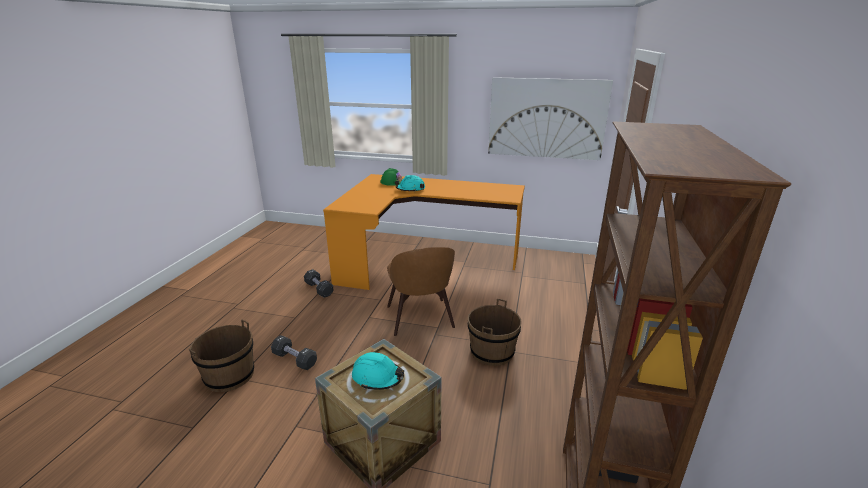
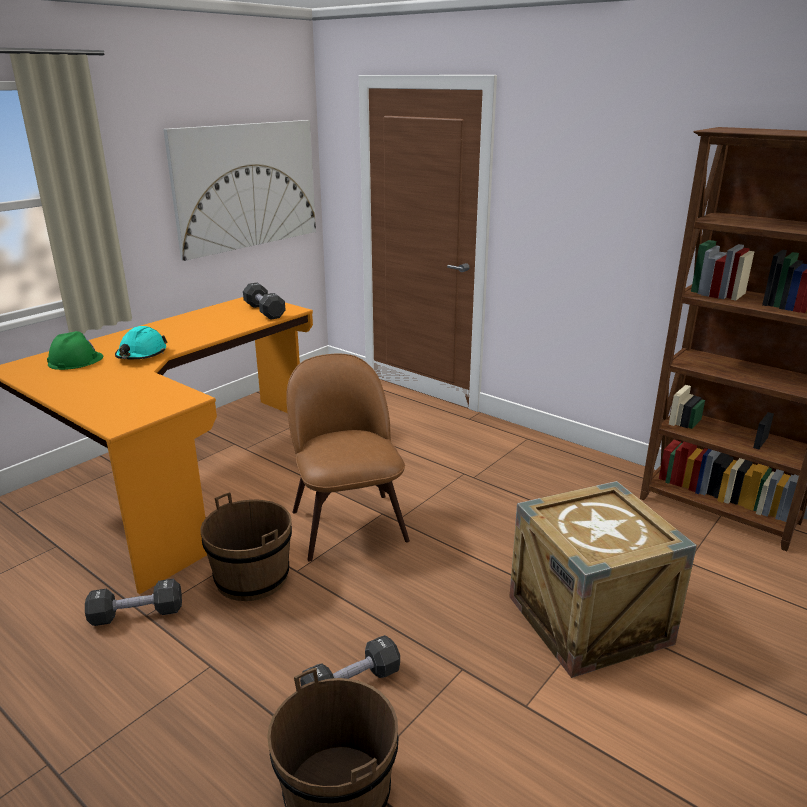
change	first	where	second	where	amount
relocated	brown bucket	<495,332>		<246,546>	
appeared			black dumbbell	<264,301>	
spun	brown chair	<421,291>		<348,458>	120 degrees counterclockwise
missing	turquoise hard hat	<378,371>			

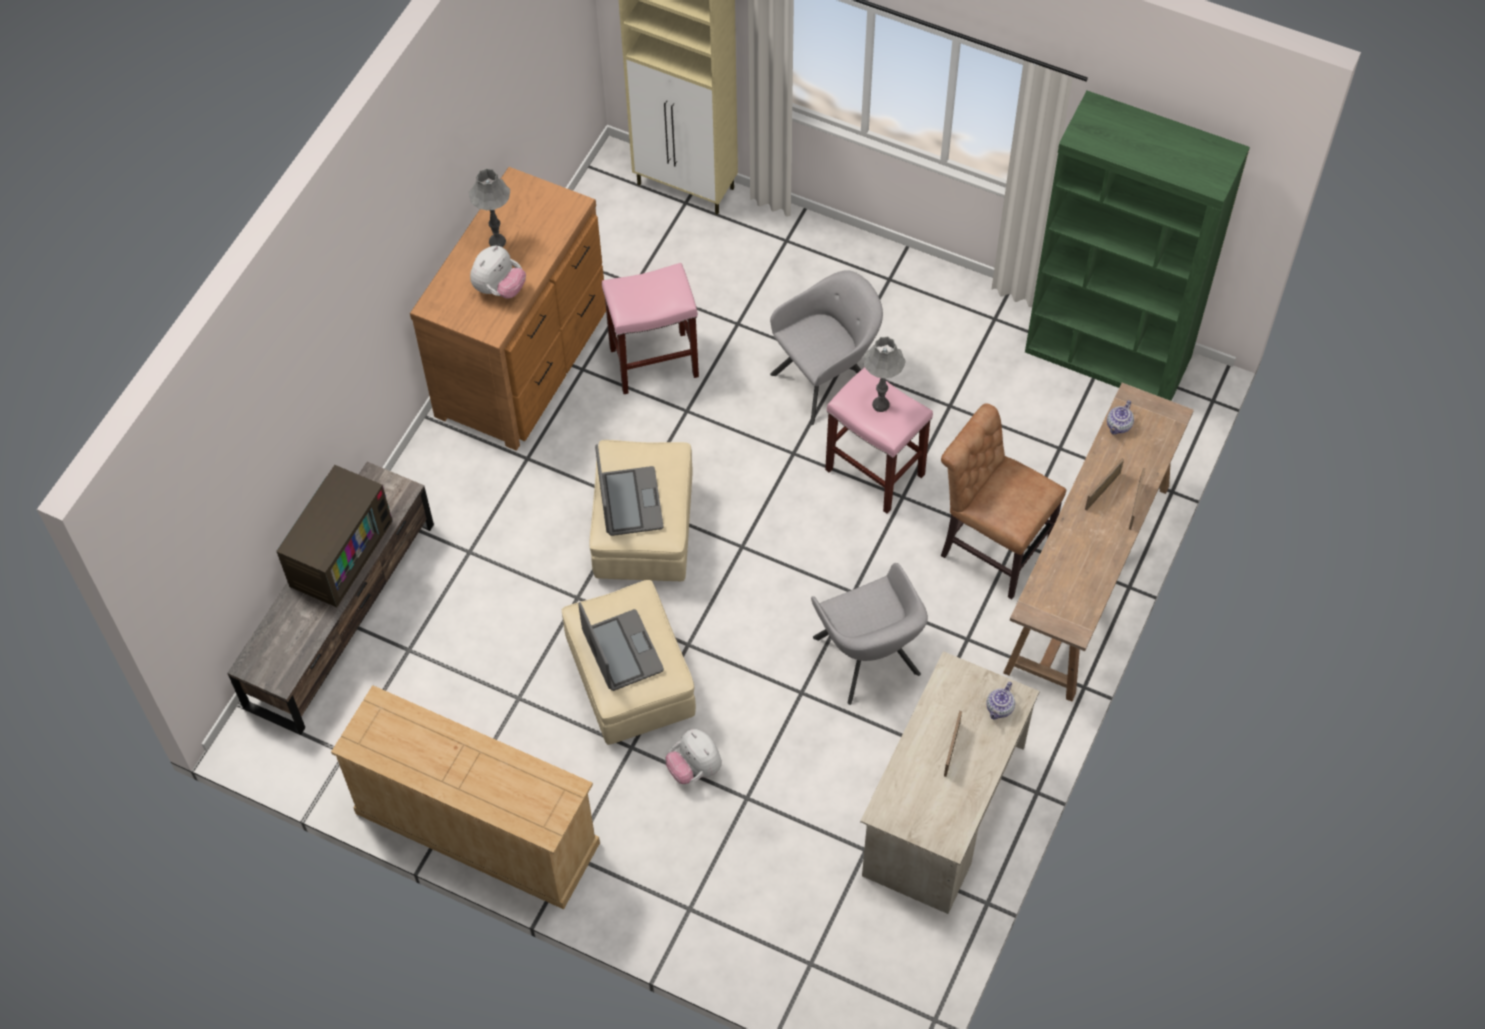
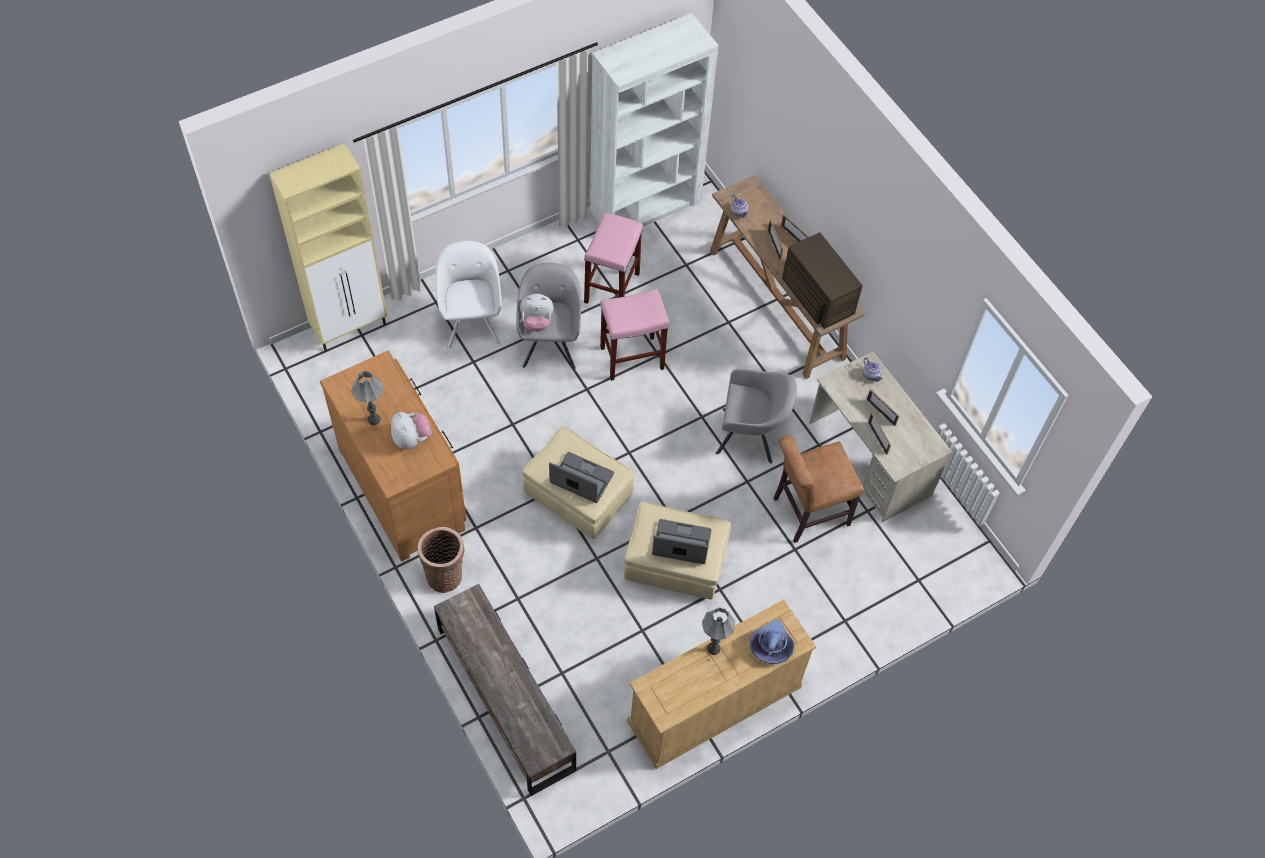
change	first	where	second	where	amount
appeared			basket	<441,560>	
appeared			white armchair	<469,295>	
relocated	plush toy	<694,756>		<537,313>	
relocated	pink stool	<650,328>		<613,258>	
colour	green bookcase	<1137,246>	white bookcase	<654,120>	
relocated	grey table lamp	<885,374>		<718,631>	
appeared			purple hat	<772,641>	
relocated	brown chair	<1003,501>		<819,489>	
relocated	television	<334,536>		<822,280>	
appeared			picture frame	<879,433>	

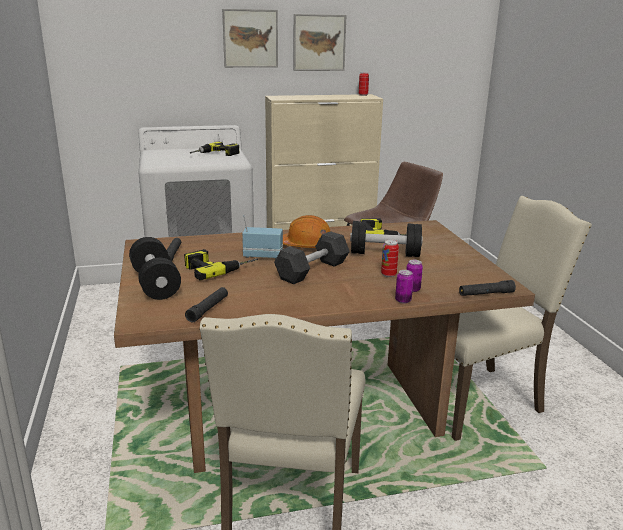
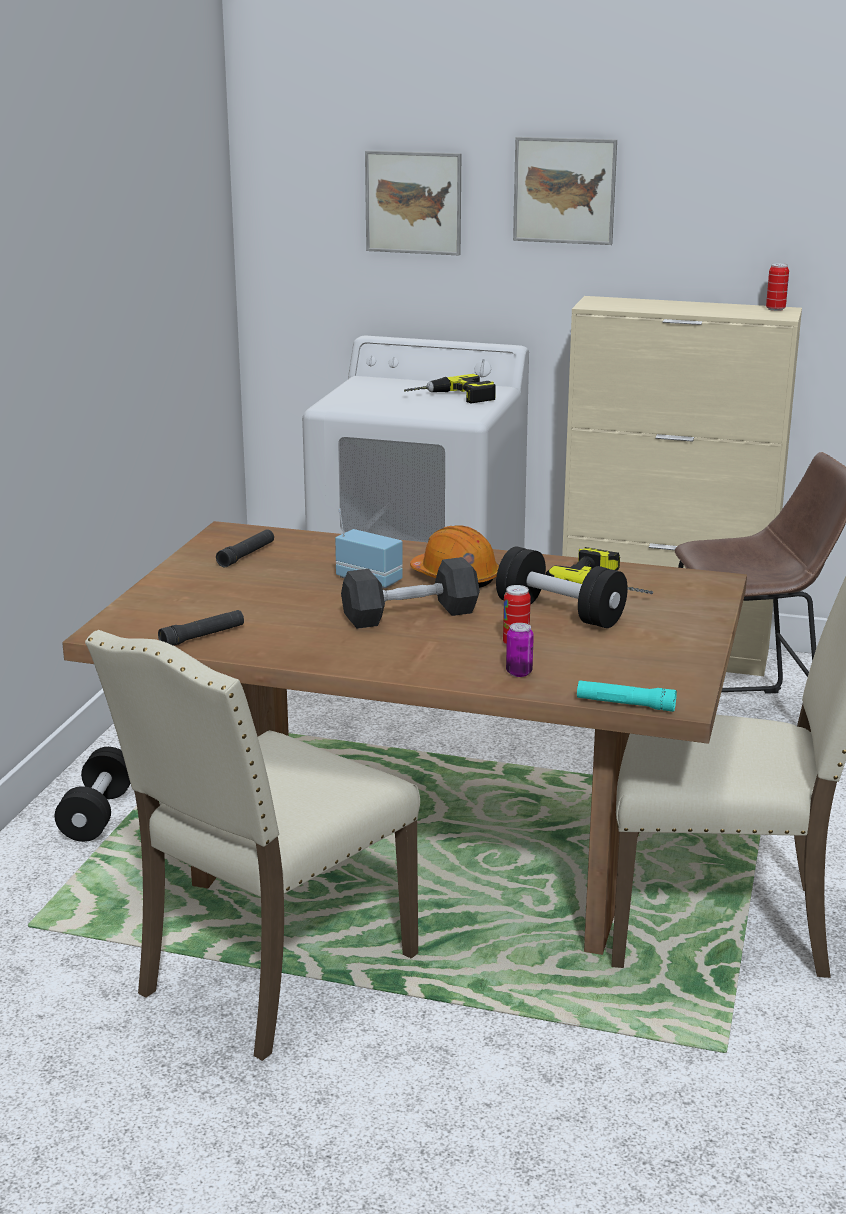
change	first	where	second	where	amount
relocated	black dumbbell	<155,268>		<92,794>	
relocated	picture	<319,42>		<413,202>	
colour	black flashlight	<487,288>	turquoise flashlight	<627,696>	
missing	power drill	<221,265>			
missing	can	<404,287>			

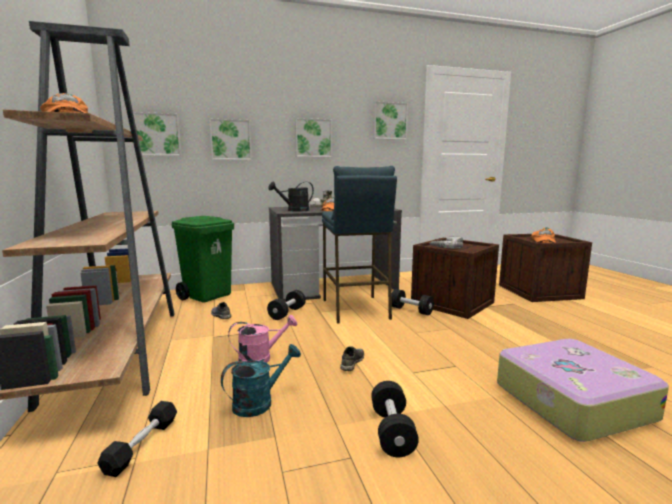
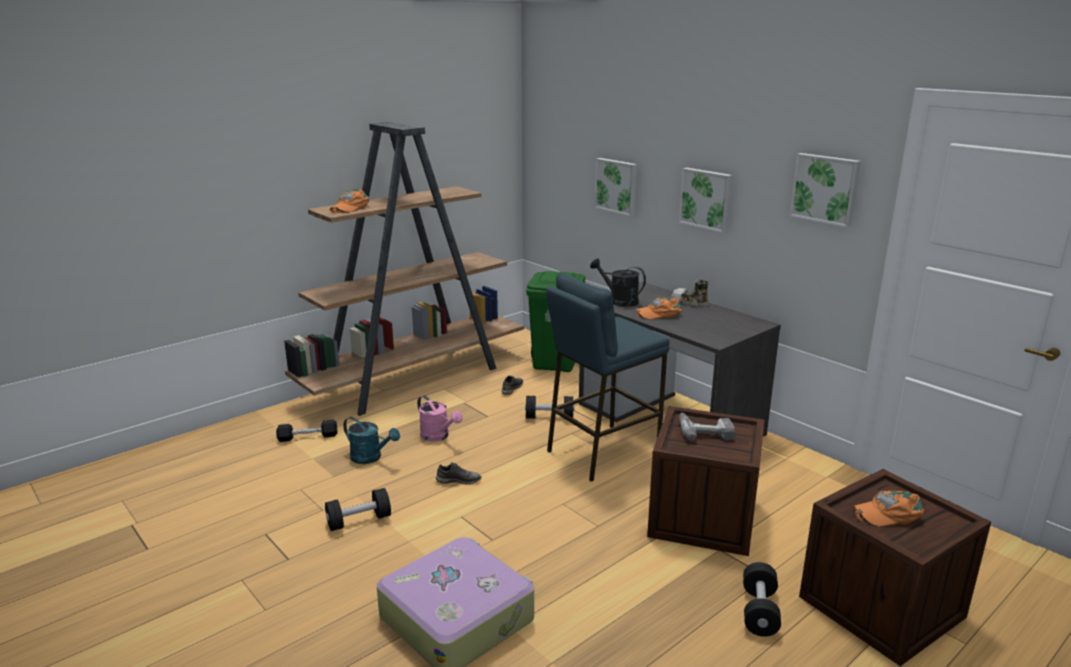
change	first	where	second	where	amount
relocated	black dumbbell	<413,302>		<762,599>	
missing	picture	<157,134>			

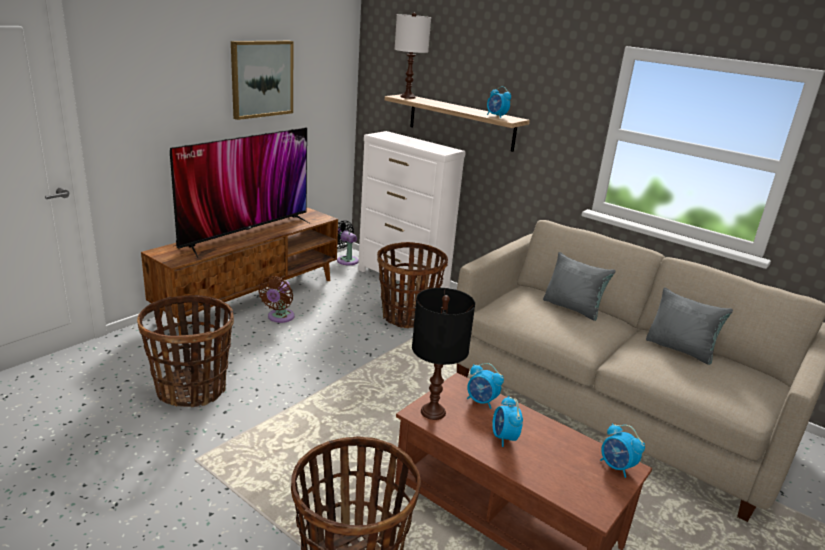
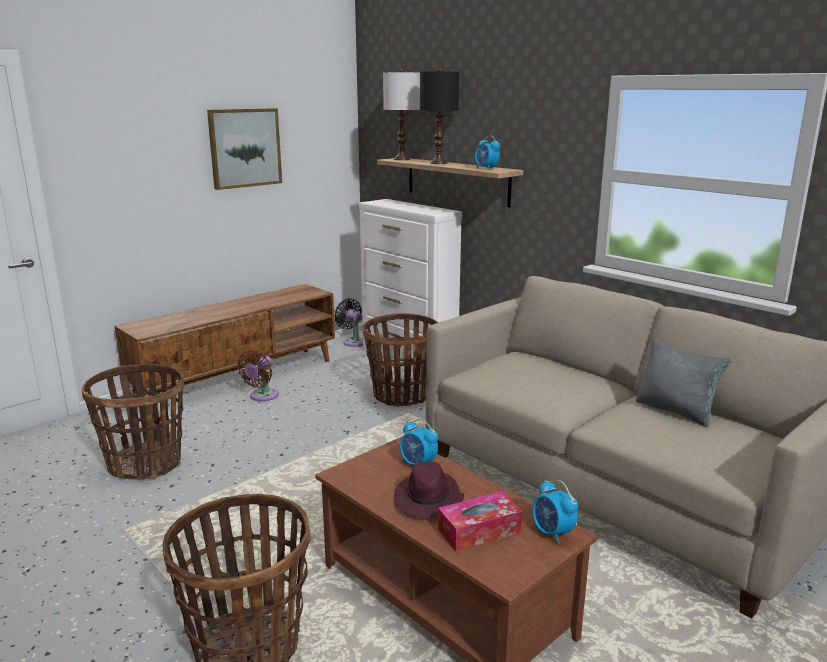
change	first	where	second	where	amount
exchanged	alarm clock	<507,421>	purple hat	<429,489>	
relocated	black table lamp	<443,354>		<439,116>	
appeared			tissue box	<480,521>	
missing	television	<240,192>			
missing	grey pillow	<579,286>			

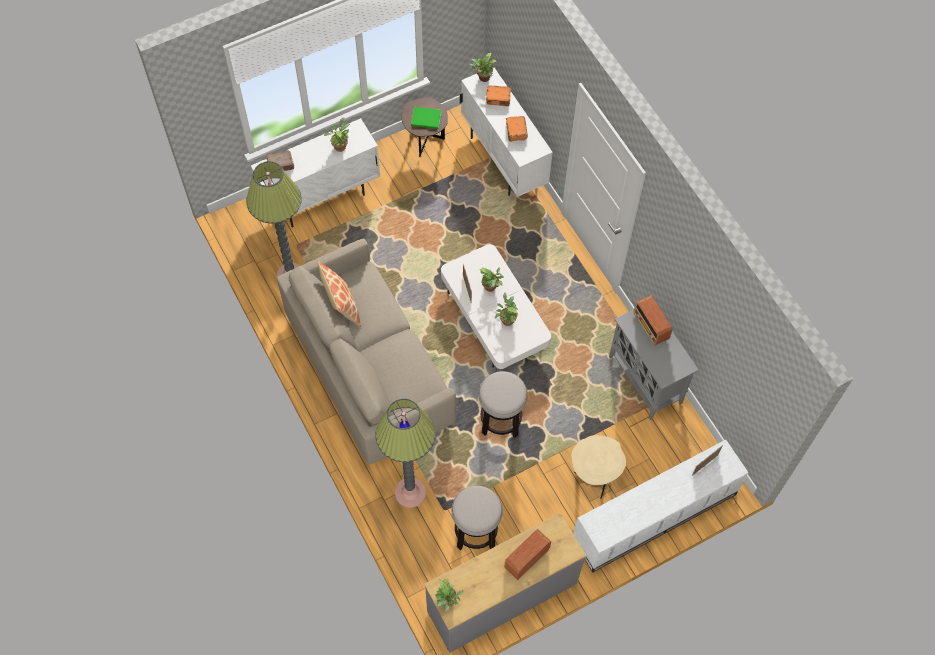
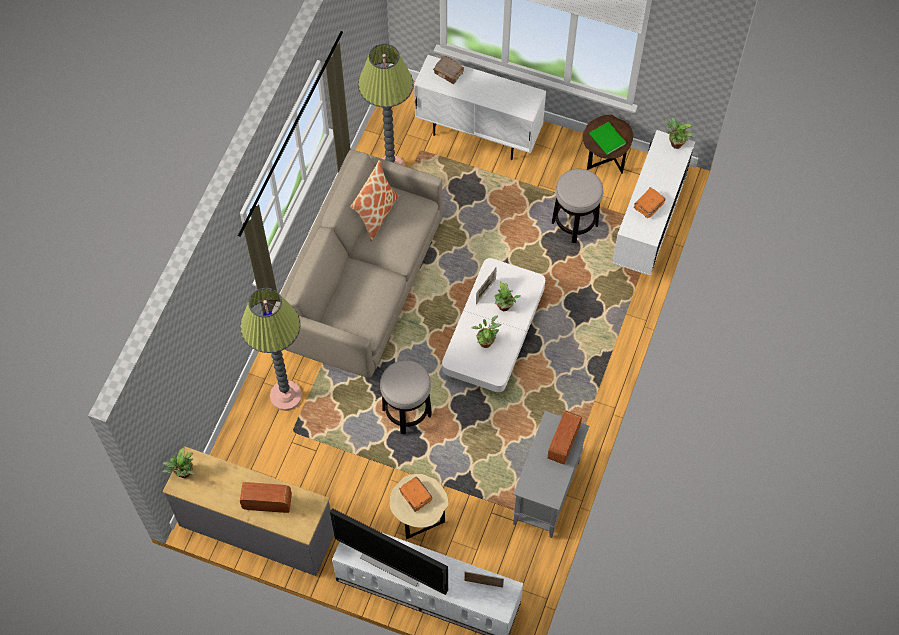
change	first	where	second	where	amount
appeared			television	<389,551>	
relocated	orange book	<498,95>		<415,494>	
relocated	stool	<477,517>		<577,206>	
missing	potted plant	<337,134>			

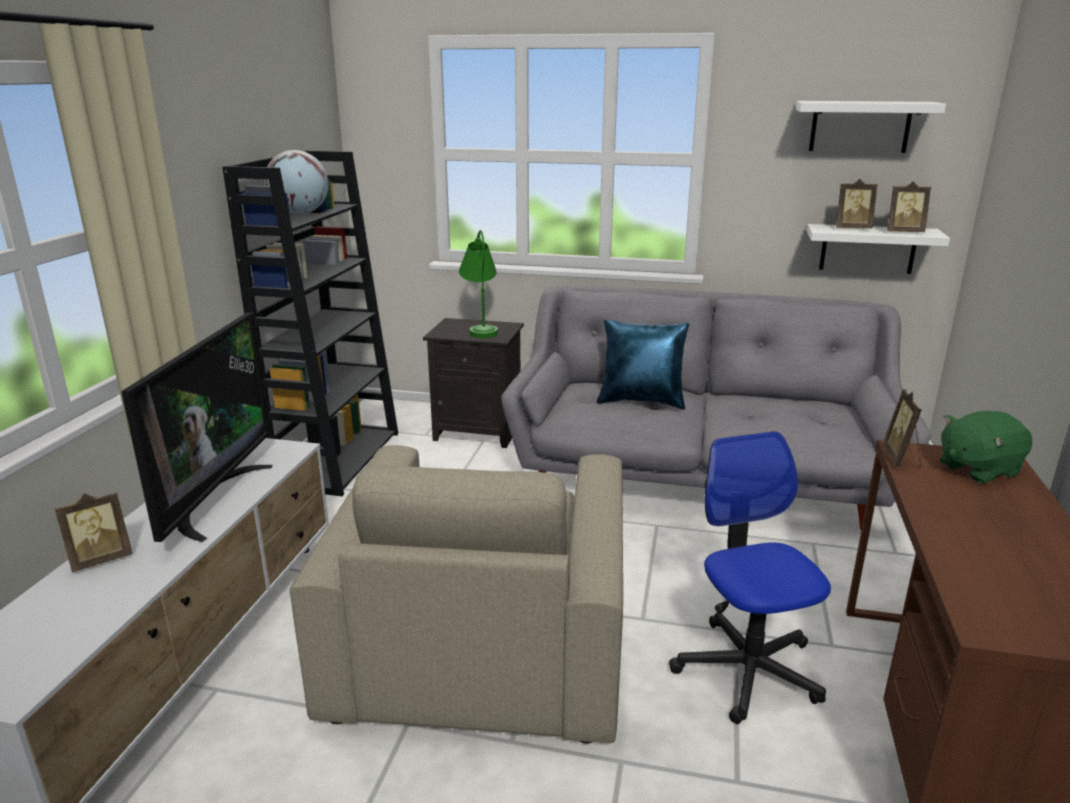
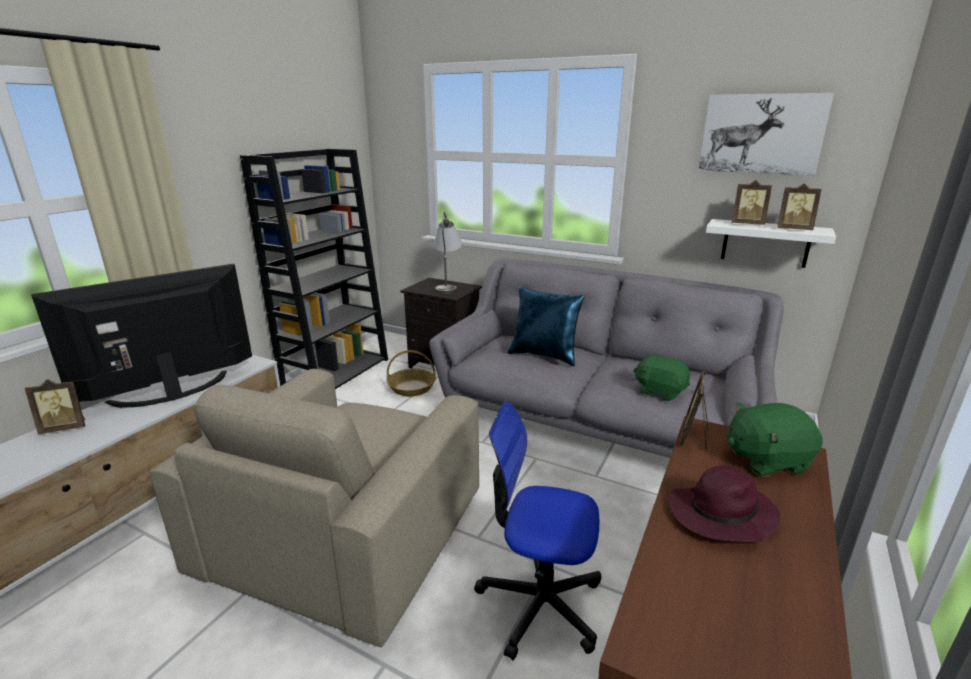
change	first	where	second	where	amount
spun	television	<196,427>		<141,335>	150 degrees counterclockwise
appeared			basket	<411,373>	
colour	green table lamp	<478,284>	grey table lamp	<448,253>	
spun	office chair	<750,577>		<538,530>	75 degrees counterclockwise
appeared			green plush toy	<662,377>	
appeared			purple hat	<724,504>	
exchanged	white shelf	<871,127>	picture	<766,134>	
missing	globe	<296,182>			

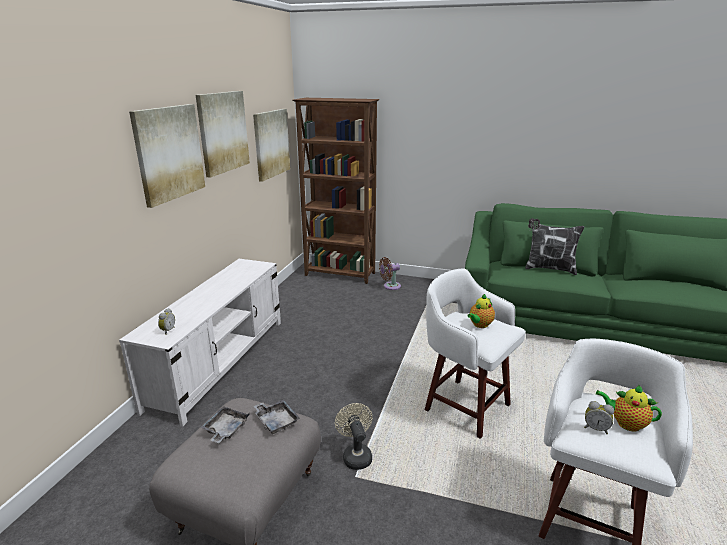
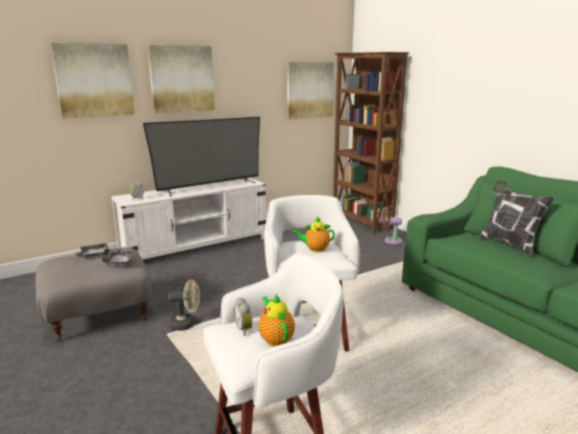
change	first	where	second	where	amount
relocated	picture	<223,134>		<92,81>	
appeared			television	<201,157>	
spun	beige fan	<354,436>		<184,305>	60 degrees clockwise

